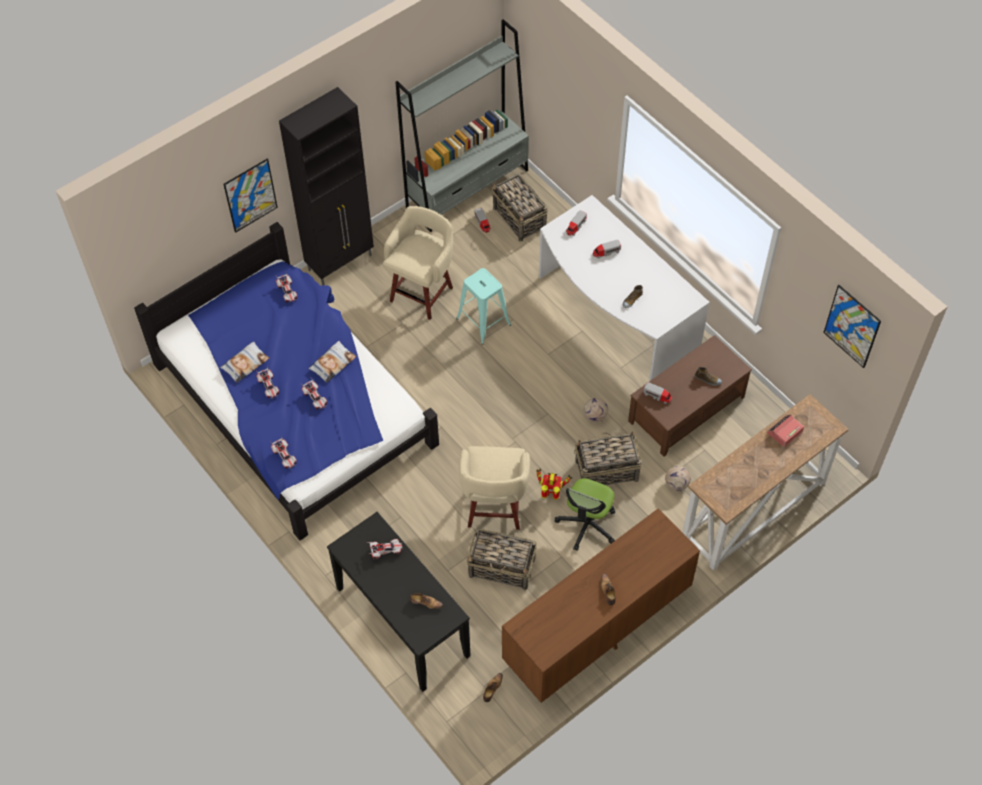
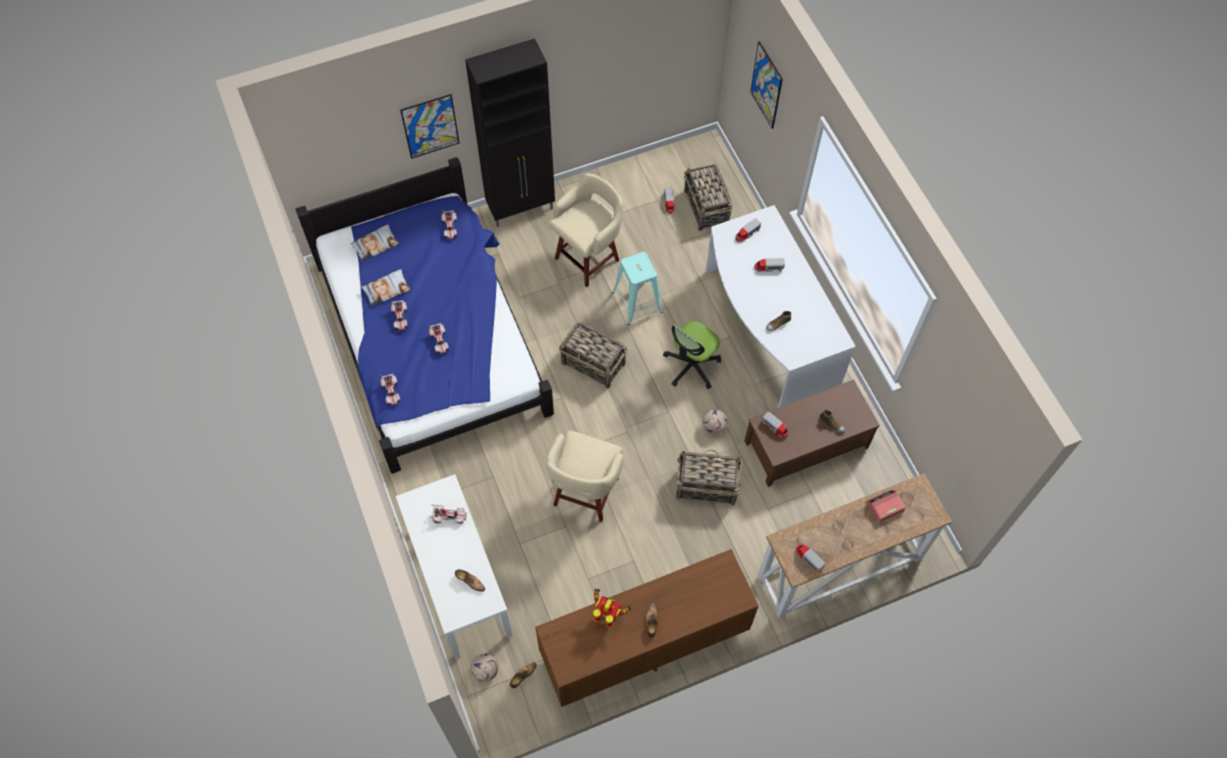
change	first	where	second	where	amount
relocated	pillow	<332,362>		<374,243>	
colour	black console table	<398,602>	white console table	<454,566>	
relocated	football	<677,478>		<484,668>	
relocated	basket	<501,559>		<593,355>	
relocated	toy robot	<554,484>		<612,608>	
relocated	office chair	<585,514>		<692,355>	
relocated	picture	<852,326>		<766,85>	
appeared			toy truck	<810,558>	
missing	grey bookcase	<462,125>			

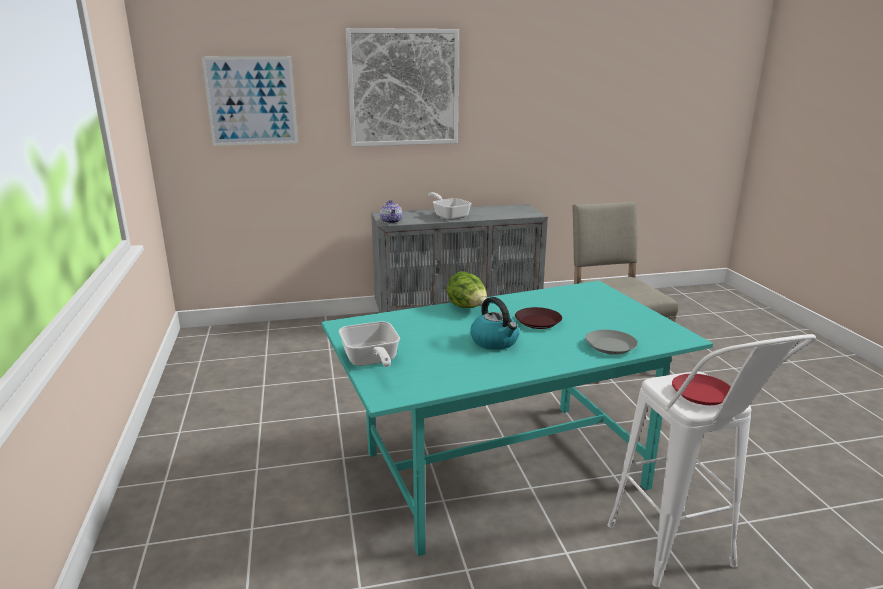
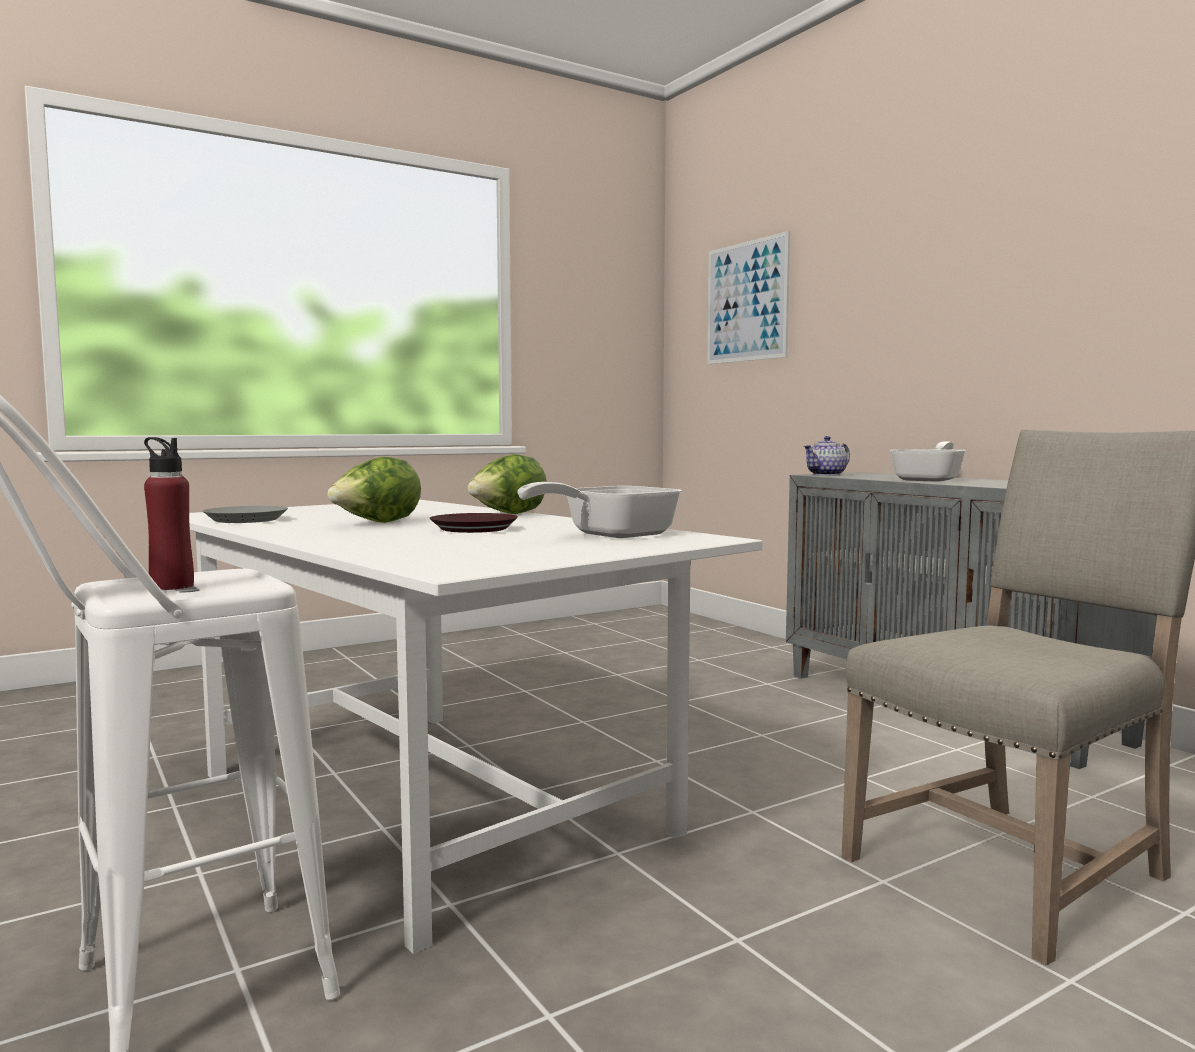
change	first	where	second	where	amount
exchanged	red plate	<701,389>	red bottle	<169,513>	
colour	turquoise dining table	<517,418>	white dining table	<476,727>	
relocated	grey plate	<611,342>		<245,514>	
exchanged	kettle	<494,323>	lettuce	<374,490>	
relocated	frying pan	<369,344>		<599,510>	
missing	picture	<402,87>			

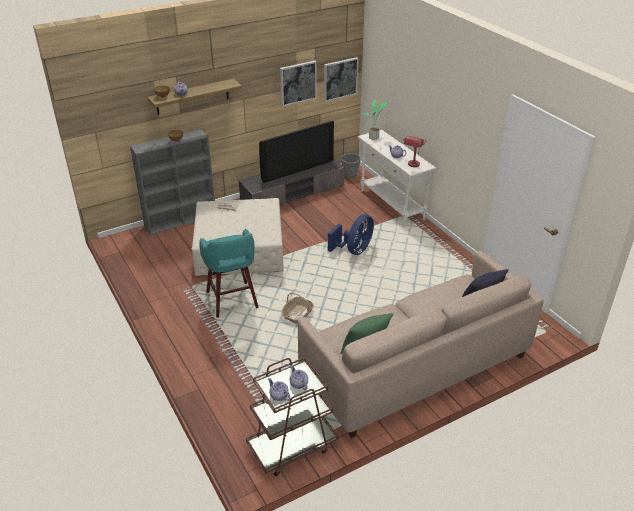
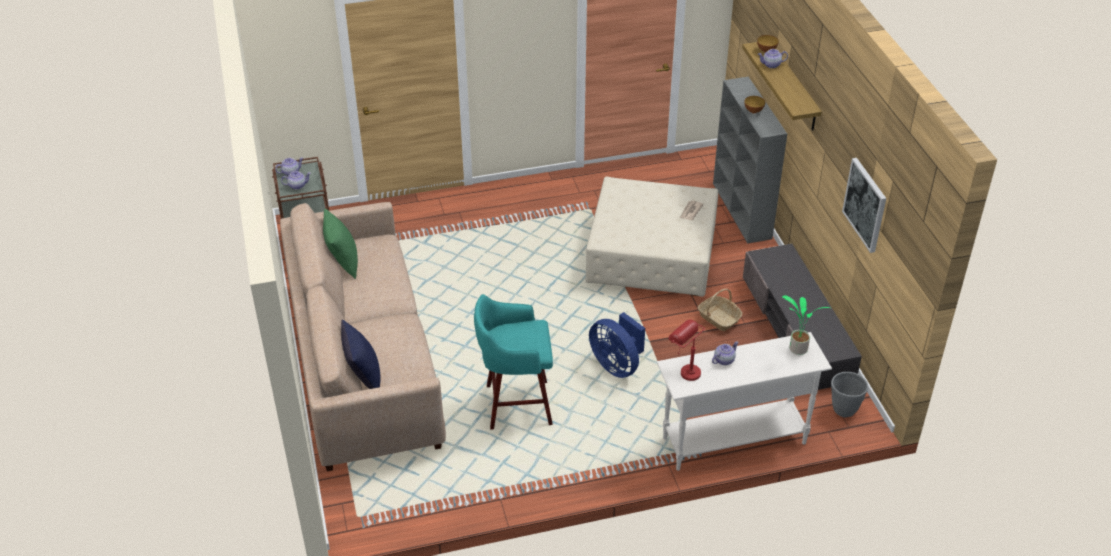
change	first	where	second	where	amount
relocated	turquoise stool	<229,273>		<513,362>	
relocated	basket	<298,308>		<720,310>	
missing	television	<296,151>			
missing	picture	<341,79>			

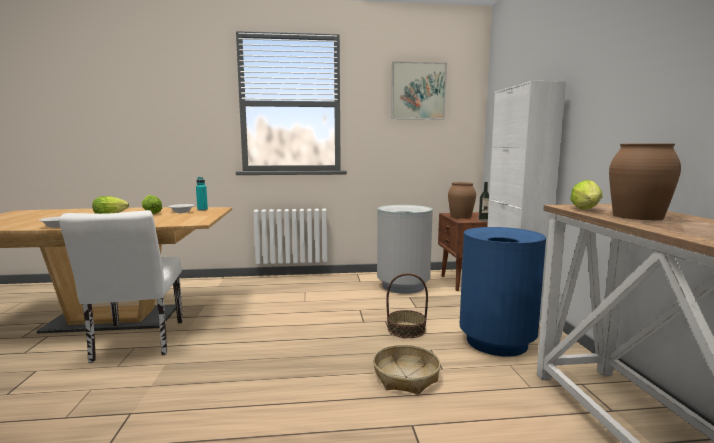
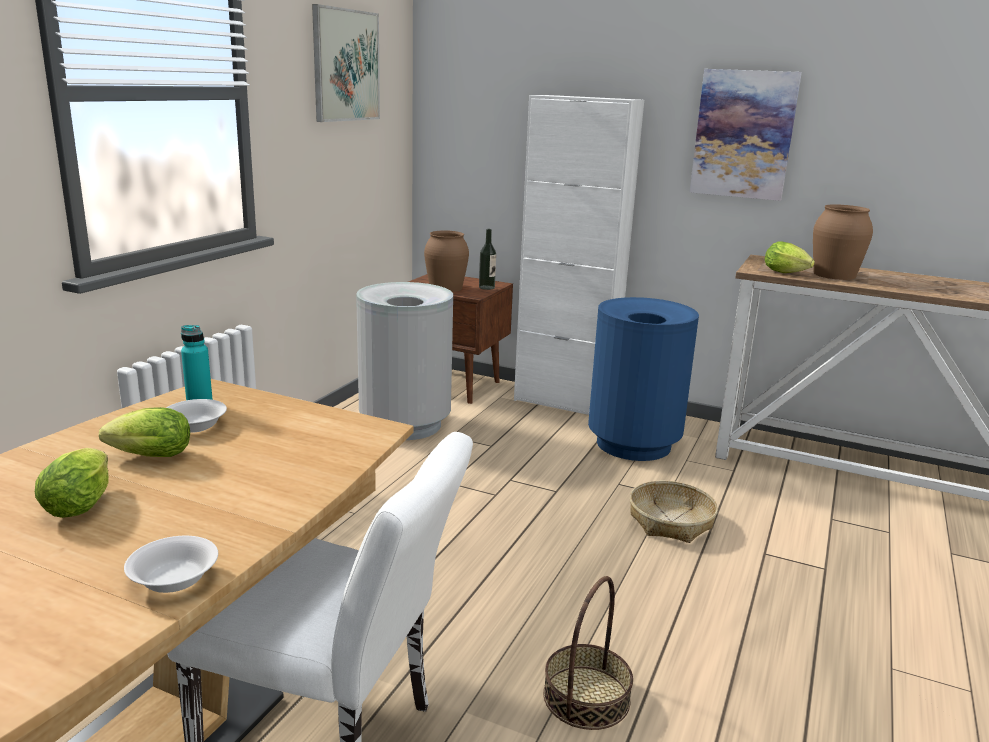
change	first	where	second	where	amount
relocated	basket	<407,305>		<588,653>	
appeared			picture	<746,135>	

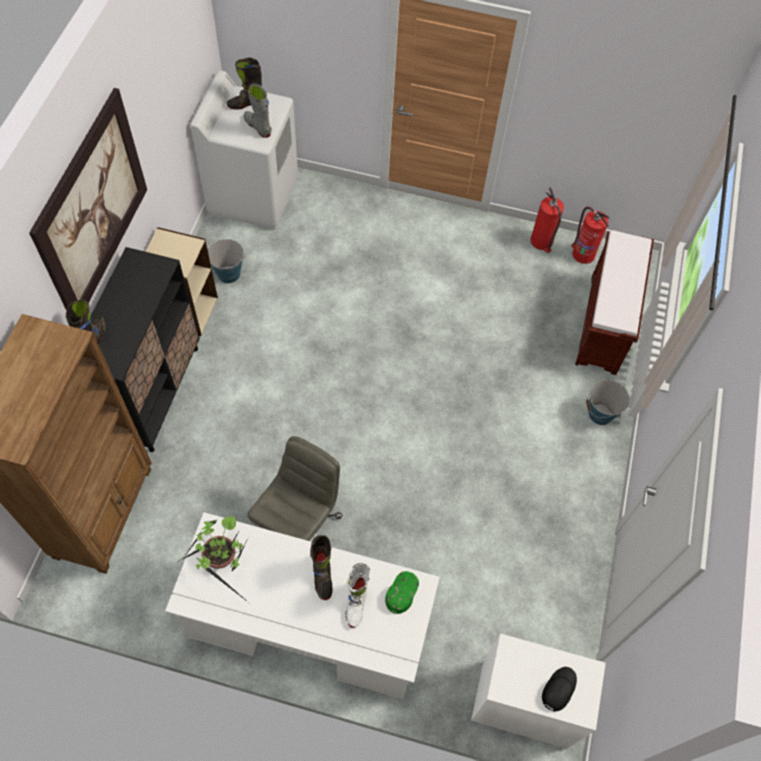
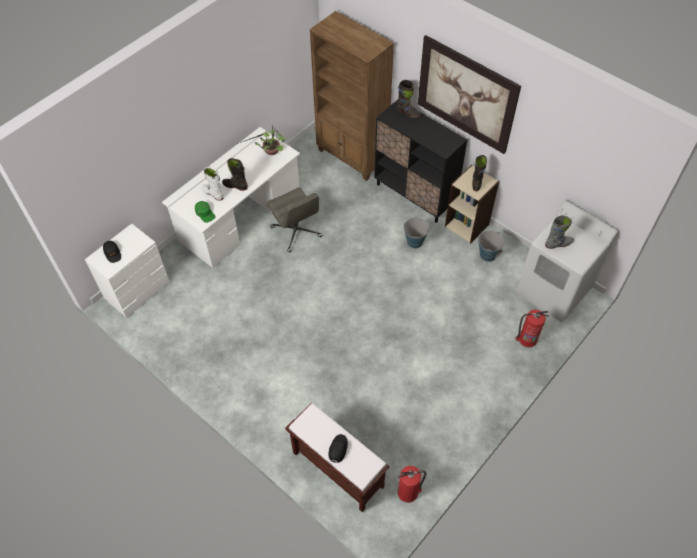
change	first	where	second	where	amount
appeared			black cap	<338,448>	
relocated	bucket	<608,402>		<416,233>	
relocated	black boot	<244,84>		<479,173>	
relocated	fire extinguisher	<547,220>		<532,328>	

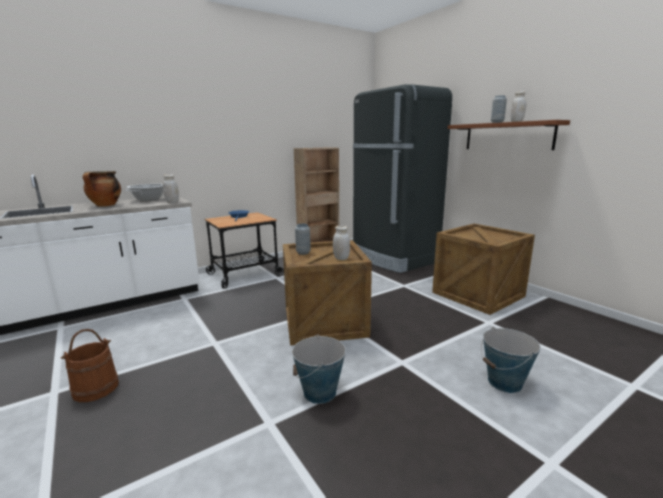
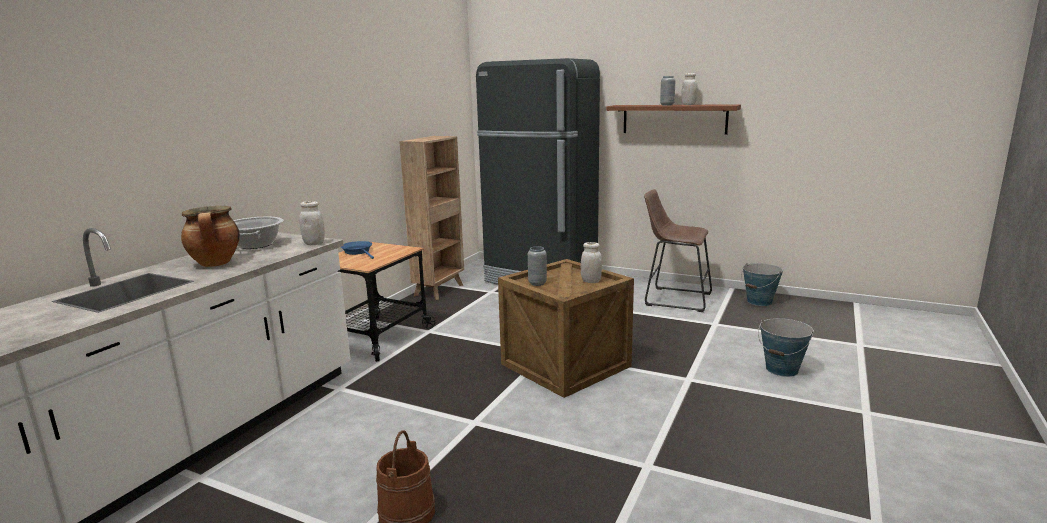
change	first	where	second	where	amount
exchanged	crate	<483,269>	brown stool	<678,250>	
relocated	bucket	<319,369>		<762,284>	

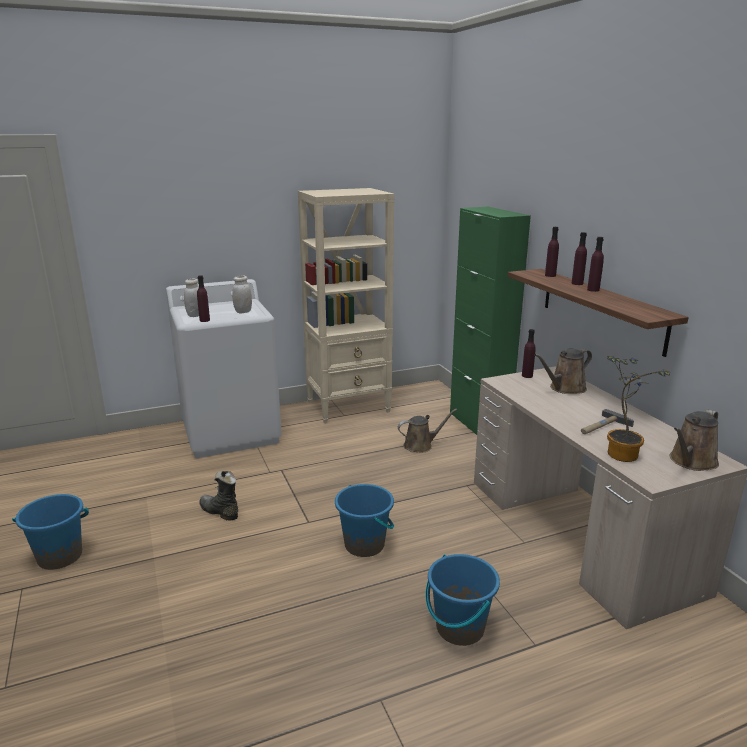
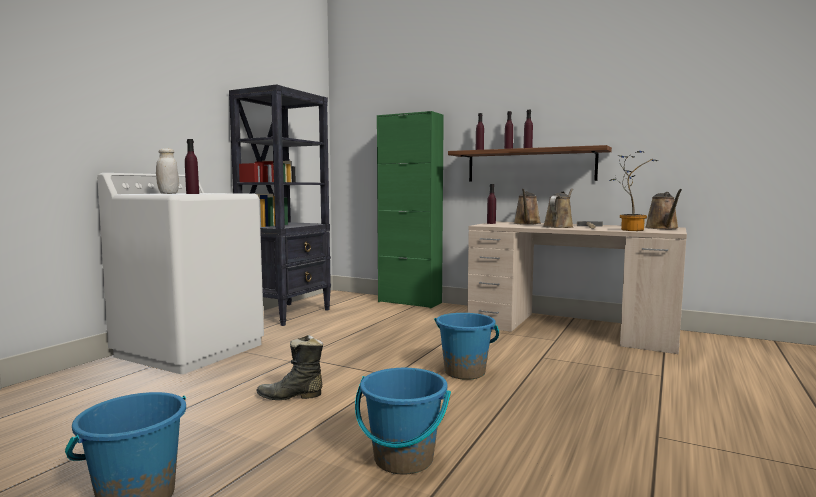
change	first	where	second	where	amount
colour	beige bookcase	<346,306>	black bookcase	<280,205>	
relocated	blue bucket	<463,600>		<403,421>	
relocated	brown watering can	<427,431>		<558,208>	
missing	white jar	<242,295>			

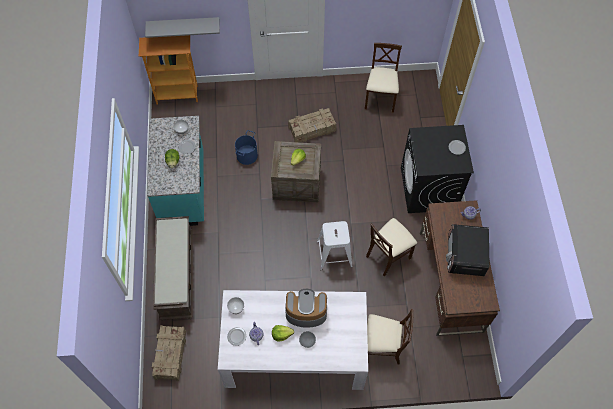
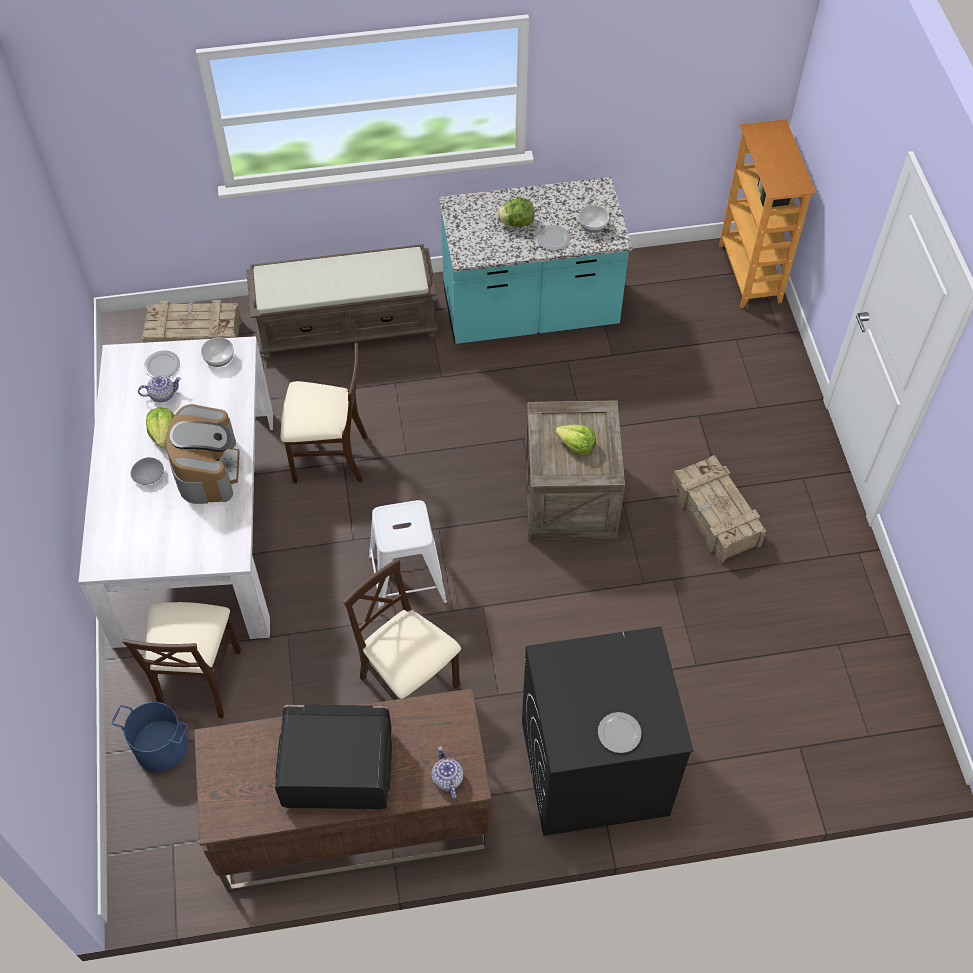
change	first	where	second	where	amount
relocated	blue bucket	<246,147>		<150,737>	
relocated	beige chair	<383,78>		<324,413>	
missing	grey shelf	<182,27>			

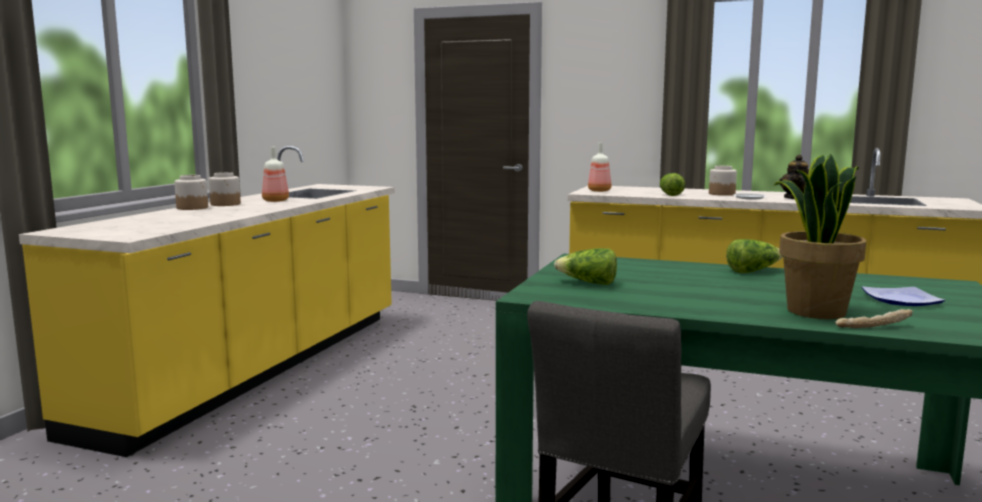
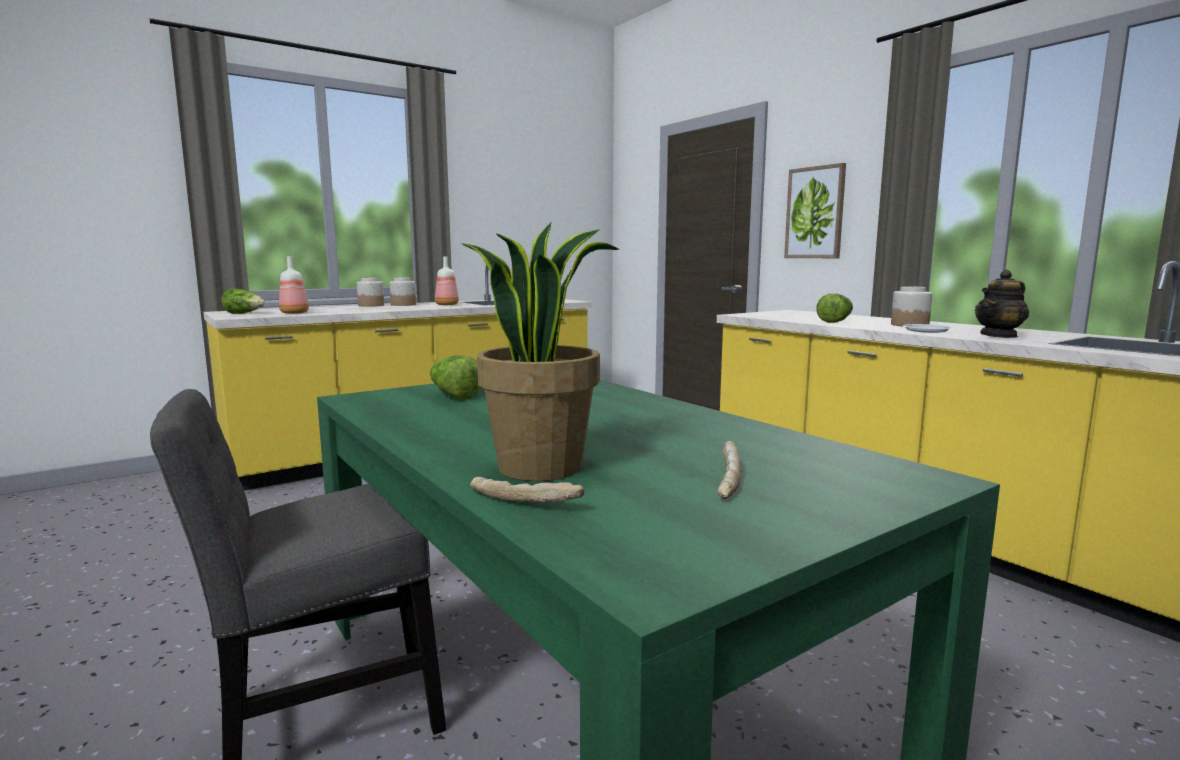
change	first	where	second	where	amount
relocated	lettuce	<754,256>		<243,301>	
relocated	bottle	<599,167>		<294,285>	
exchanged	plate	<903,296>	bread	<729,470>	
appeared			picture	<815,210>	

